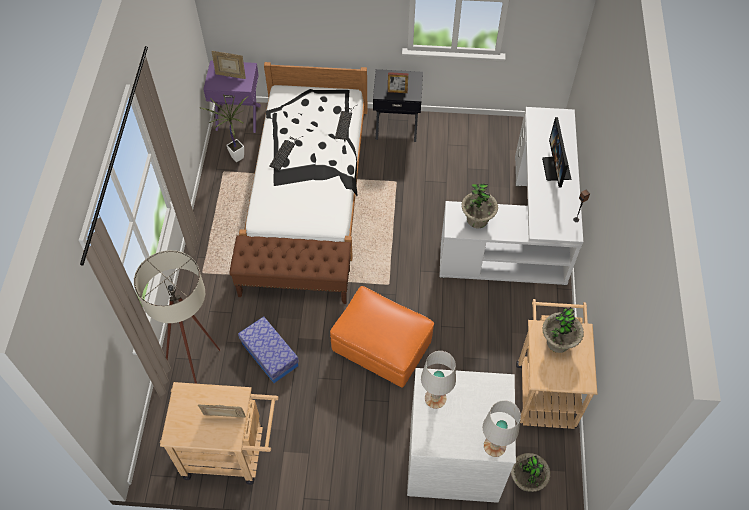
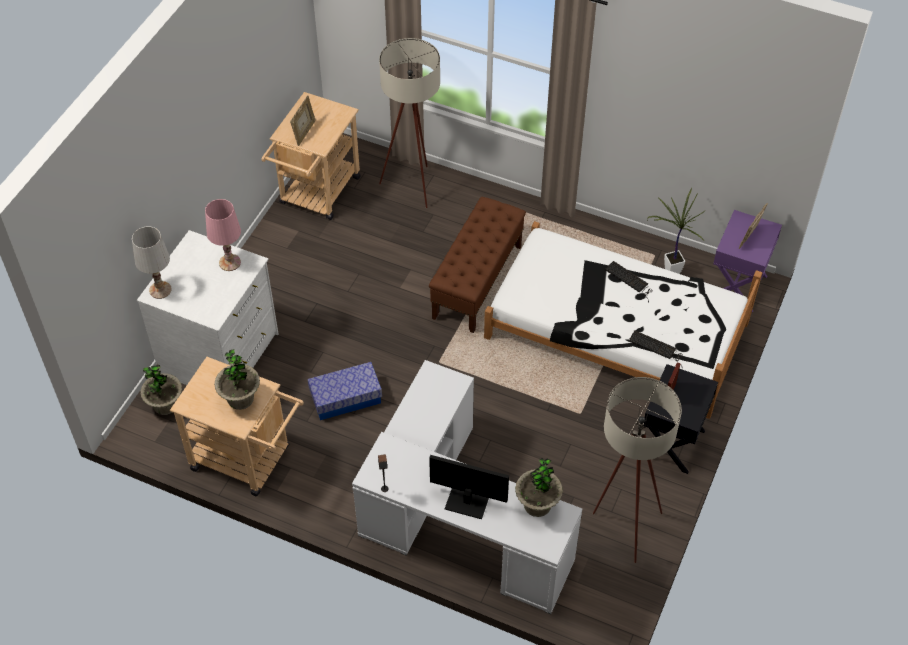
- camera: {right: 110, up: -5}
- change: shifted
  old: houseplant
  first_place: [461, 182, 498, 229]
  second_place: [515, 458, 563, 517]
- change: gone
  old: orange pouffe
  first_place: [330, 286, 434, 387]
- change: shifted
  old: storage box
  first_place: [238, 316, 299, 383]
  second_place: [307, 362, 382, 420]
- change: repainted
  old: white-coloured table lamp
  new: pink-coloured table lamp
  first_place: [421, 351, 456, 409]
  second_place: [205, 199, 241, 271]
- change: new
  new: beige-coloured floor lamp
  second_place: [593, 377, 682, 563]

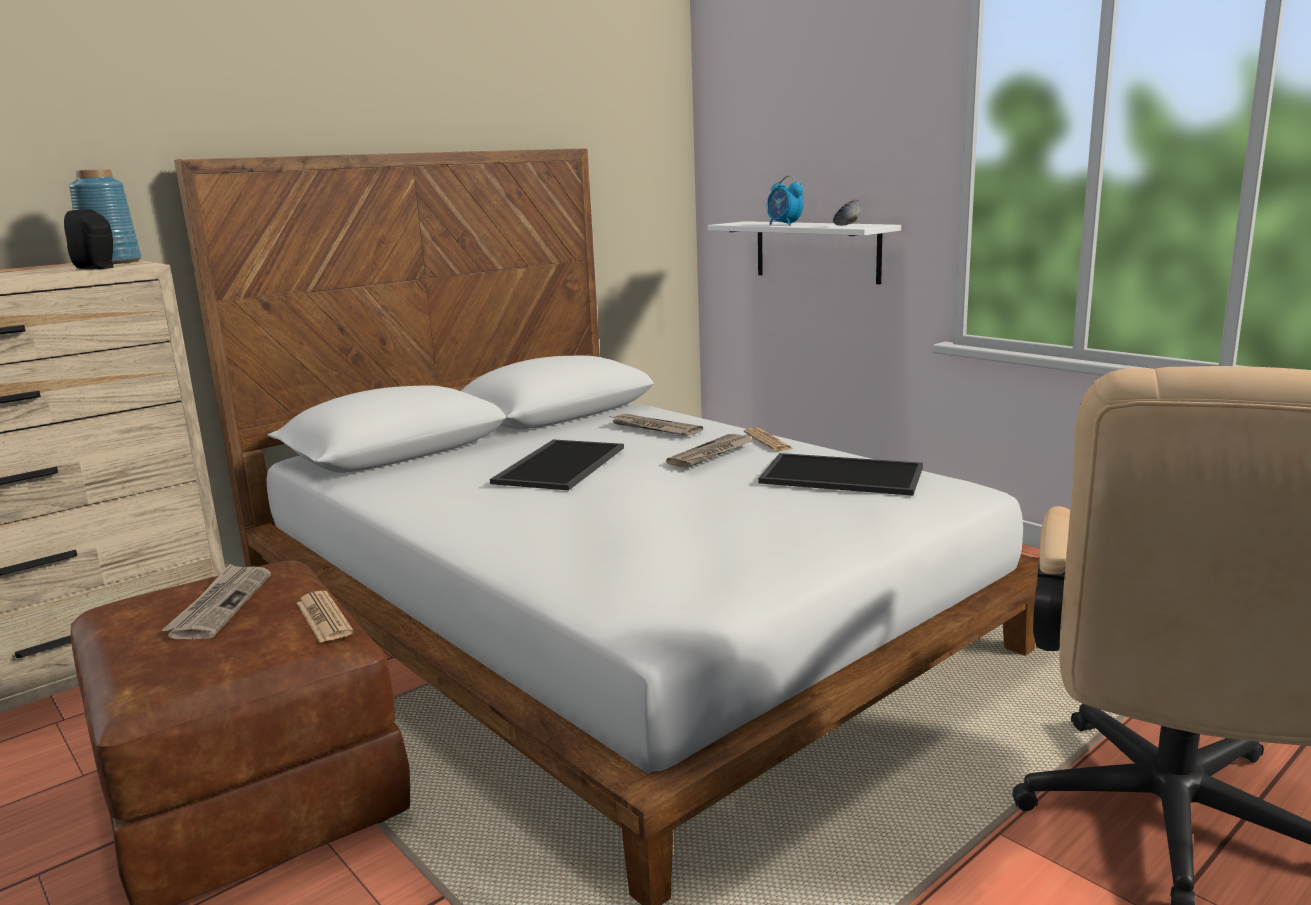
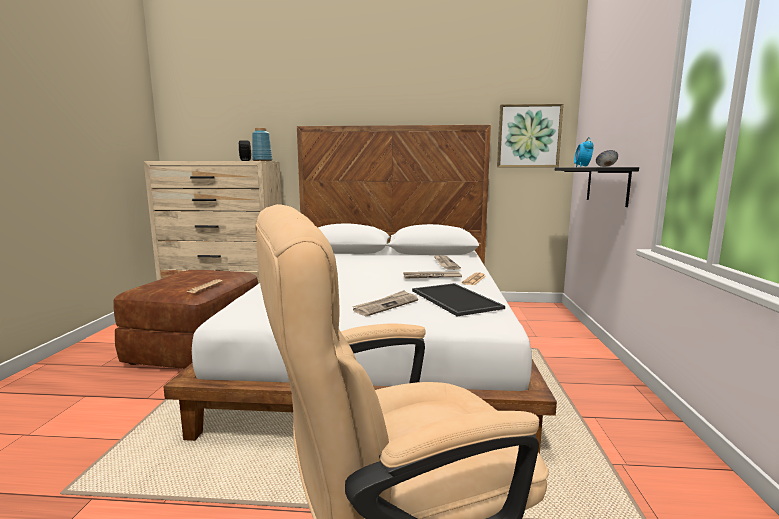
- camera: {right: 45, up: -5}
- change: repainted
  old: white-coloured shelf
  new: black shelf
  first_place: [707, 221, 901, 284]
  second_place: [555, 167, 639, 207]
- change: gone
  old: carrying tray
  first_place: [490, 439, 624, 490]
- change: shifted
  old: printed paper
  first_place: [161, 564, 271, 639]
  second_place: [352, 290, 418, 316]
- change: new
  new: wall picture
  second_place: [497, 104, 563, 167]

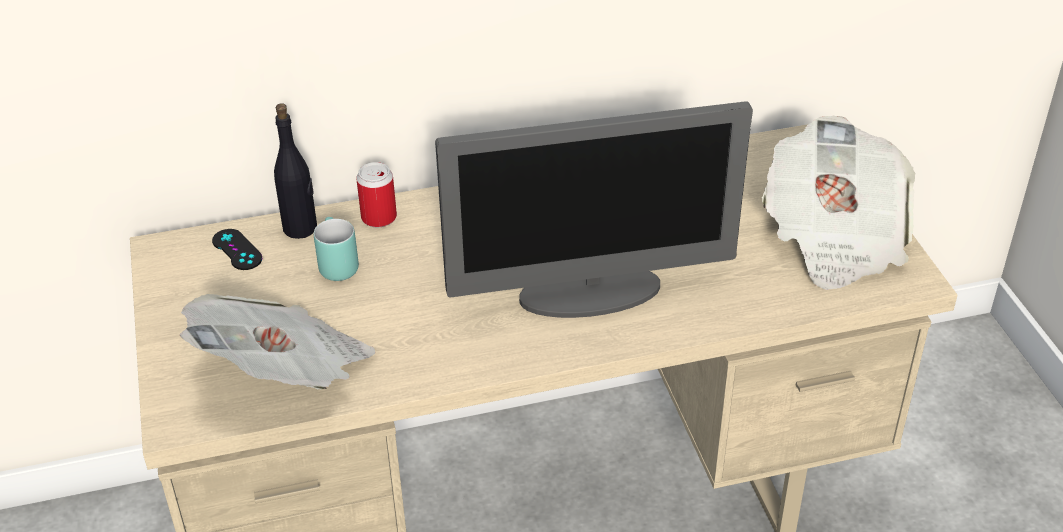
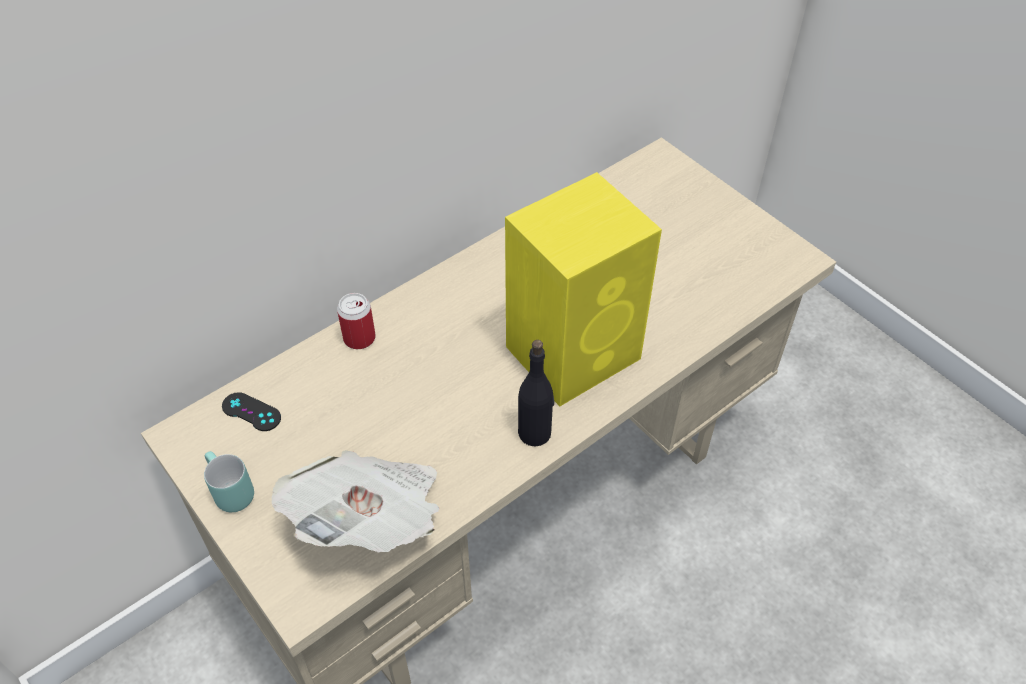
- camera: {right: -25, up: 10}
- change: swapped
  old: monitor
  new: yellow speaker
  first_place: [435, 101, 753, 318]
  second_place: [505, 172, 662, 407]
- change: shifted
  old: black beverage bottle
  first_place: [274, 103, 317, 239]
  second_place: [518, 340, 554, 447]
- change: gone
  old: printed paper
  first_place: [762, 116, 915, 290]
- change: shifted
  old: turquoise-coloured coffee mug
  first_place: [314, 217, 359, 281]
  second_place: [204, 451, 254, 512]

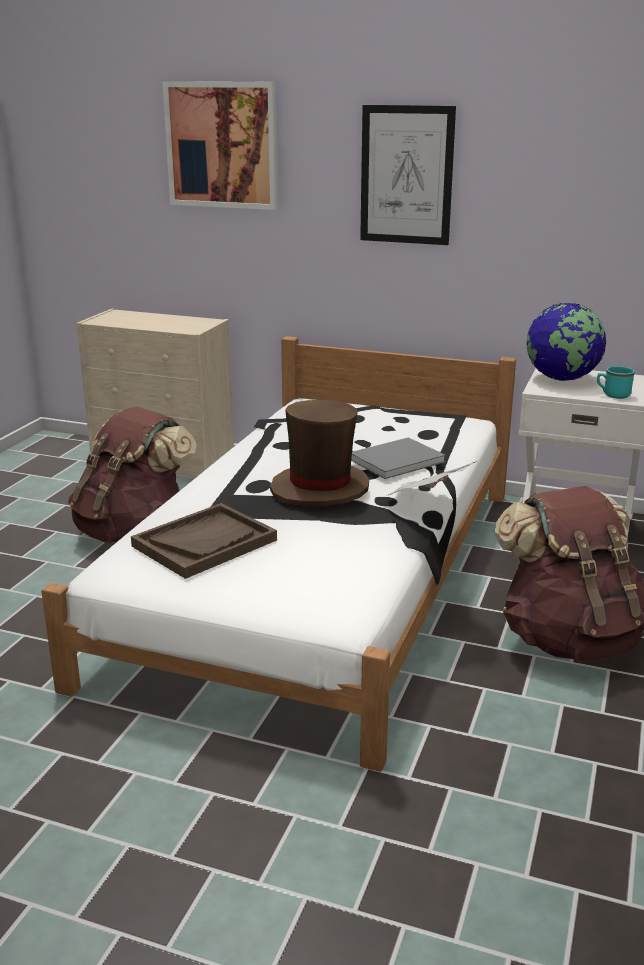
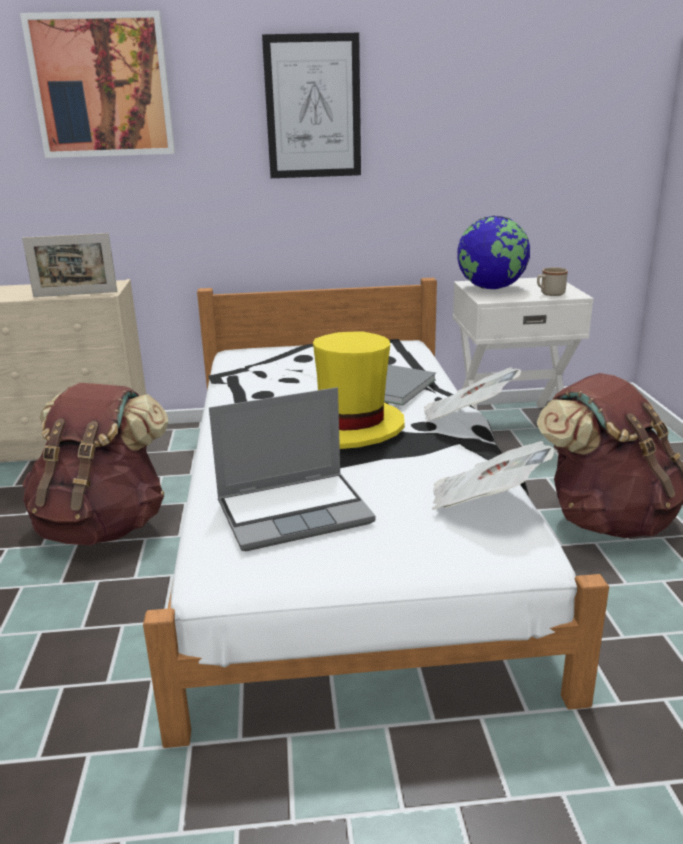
- camera: {right: -25, up: 0}
- change: repainted
  old: turquoise-coloured coffee mug
  new: beige-coloured coffee mug
  first_place: [597, 366, 635, 399]
  second_place: [537, 267, 568, 296]
- change: repainted
  old: brownish wearable hat
  new: yellow wearable hat
  first_place: [270, 400, 369, 506]
  second_place: [313, 331, 405, 449]
- change: swapped
  old: brownish carrying tray
  new: notebook computer
  first_place: [131, 503, 277, 579]
  second_place: [209, 387, 376, 551]
- change: new
  new: picture frame
  second_place: [22, 233, 117, 297]
- change: new
  new: printed paper
  second_place: [432, 441, 554, 510]

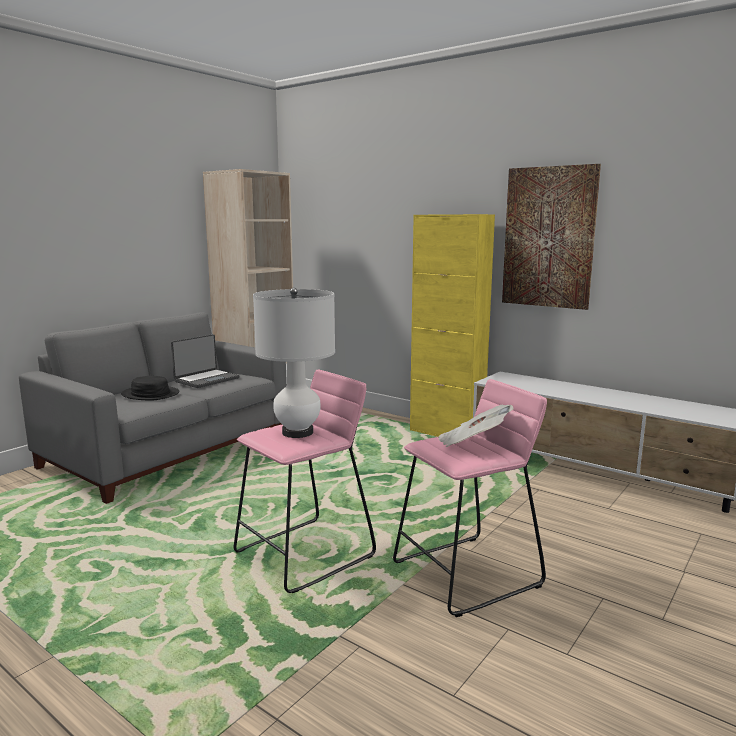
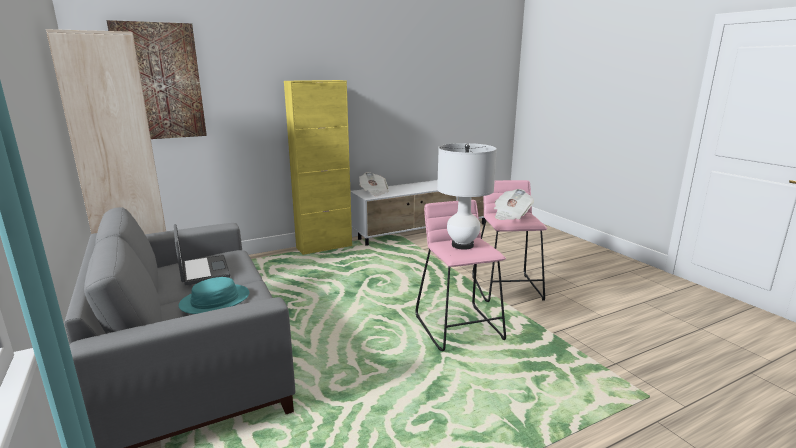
- camera: {right: -65, up: 5}
- change: shifted
  old: wall picture
  first_place: [502, 164, 601, 310]
  second_place: [107, 20, 207, 139]
- change: repainted
  old: black wearable hat
  new: turquoise-coloured wearable hat
  first_place: [121, 376, 180, 401]
  second_place: [178, 277, 249, 314]
- change: new
  new: printed paper
  second_place: [359, 172, 389, 197]

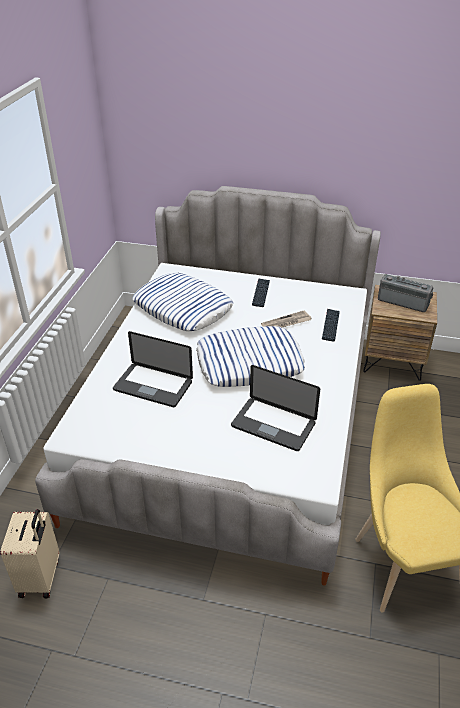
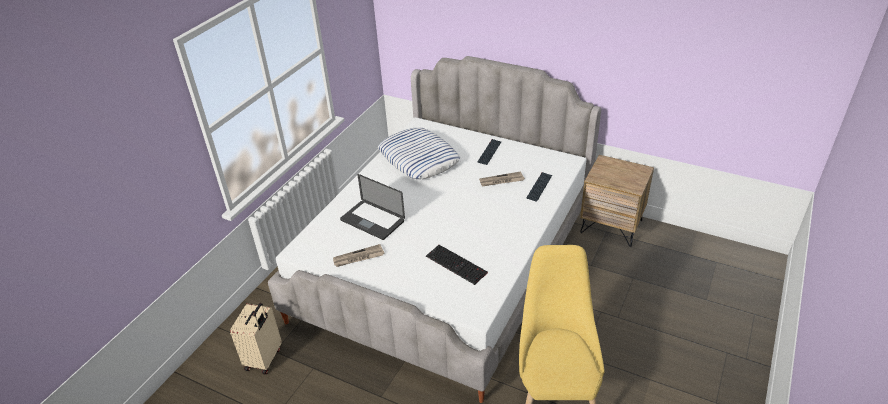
- camera: {right: 15, up: 0}
- change: gone
  old: radio set
  first_place: [378, 274, 433, 312]
- change: gone
  old: cushion
  first_place: [196, 326, 305, 387]
- change: swapped
  old: notebook computer
  new: keyboard
  first_place: [231, 365, 320, 451]
  second_place: [426, 245, 488, 285]
- change: new
  new: printed paper
  second_place: [333, 244, 385, 267]

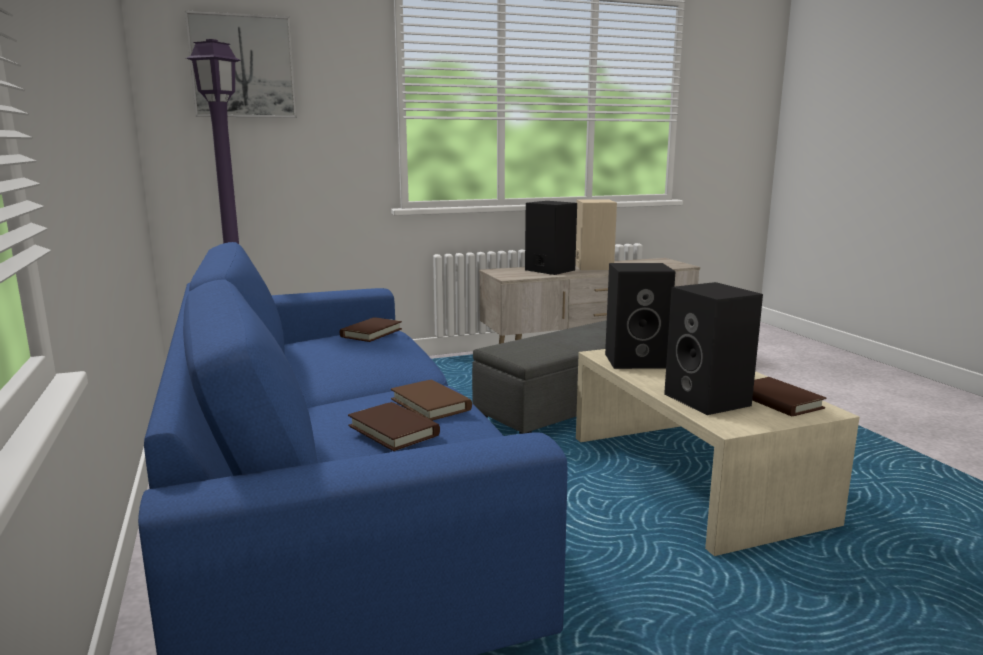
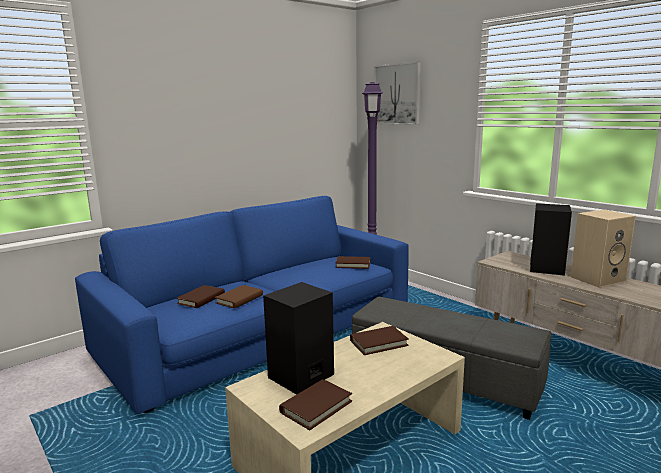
- camera: {right: 70, up: 0}
- change: swapped
  old: black speaker
  new: brownish volume
  first_place: [605, 263, 676, 369]
  second_place: [350, 326, 409, 355]

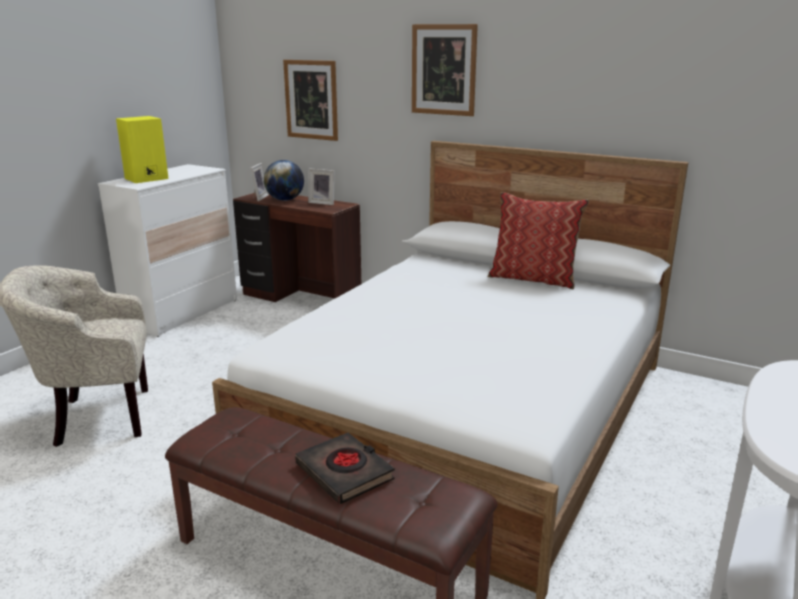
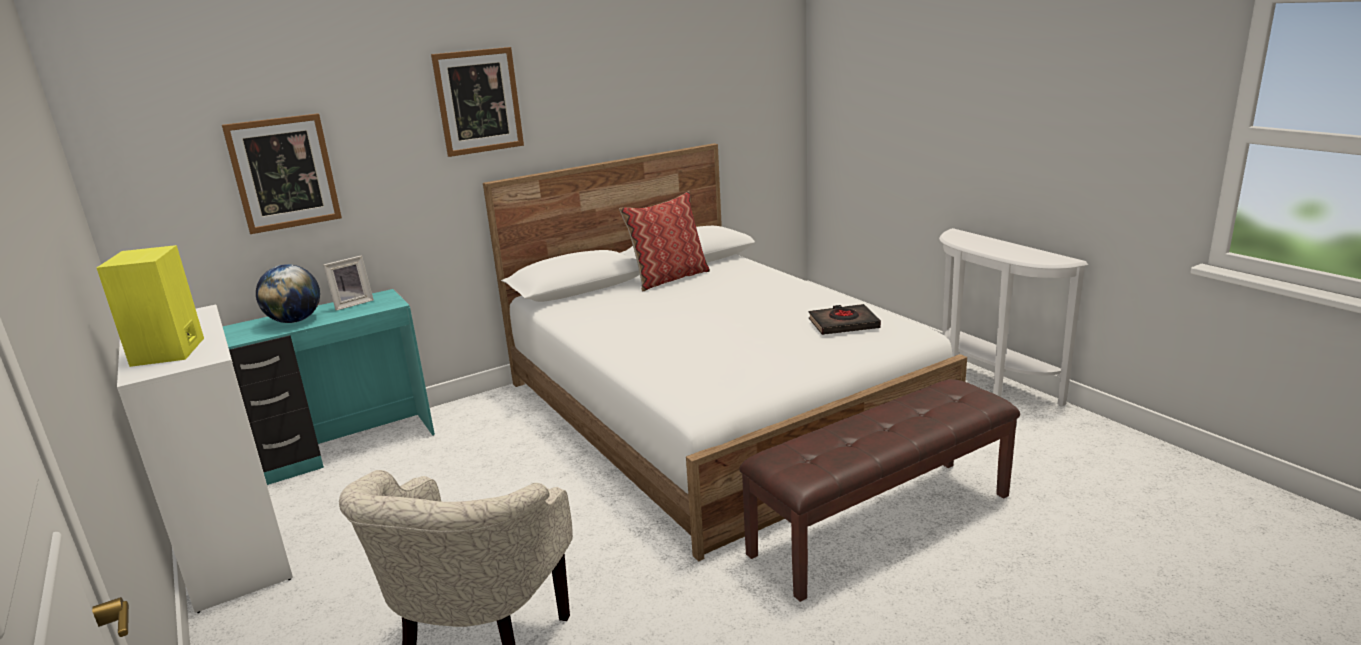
- camera: {right: -60, up: 0}
- change: gone
  old: picture frame
  first_place: [250, 163, 269, 201]
- change: repainted
  old: brownish desk table
  new: turquoise-coloured desk table
  first_place: [233, 192, 361, 302]
  second_place: [223, 289, 435, 485]
- change: shifted
  old: black volume
  first_place: [295, 433, 395, 504]
  second_place: [809, 304, 881, 335]

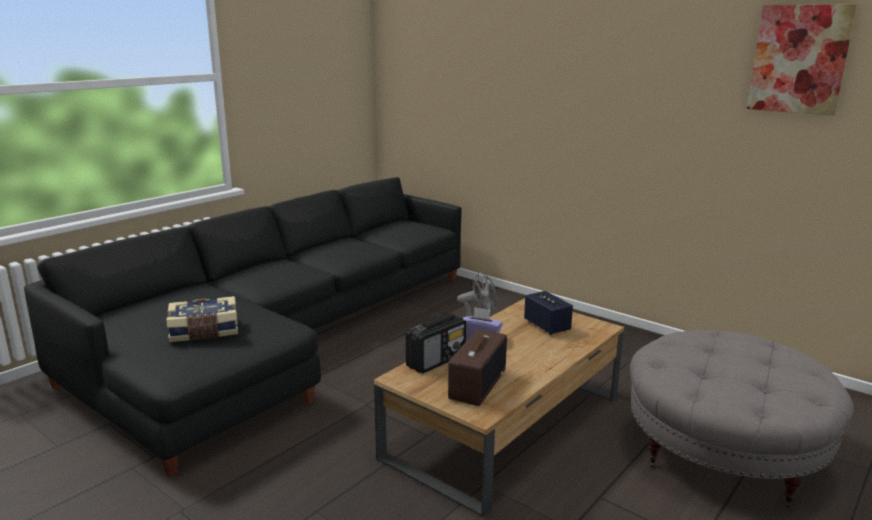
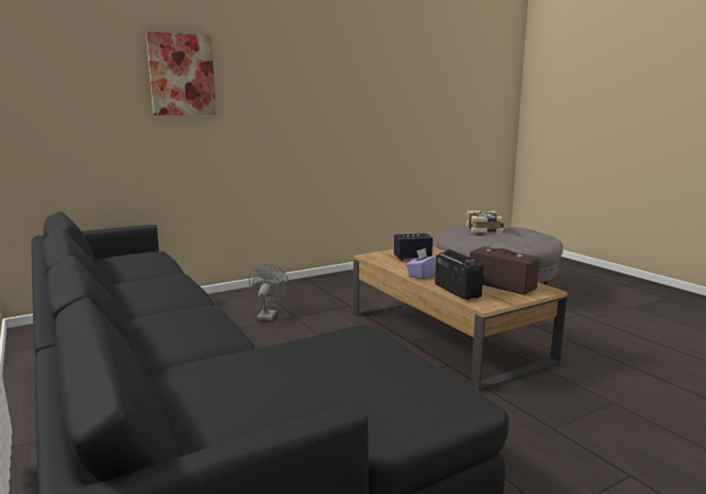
- camera: {right: -70, up: -5}
- change: shifted
  old: wall picture
  first_place: [747, 4, 857, 116]
  second_place: [146, 31, 216, 115]
- change: shifted
  old: volume
  first_place: [166, 296, 238, 342]
  second_place: [466, 211, 504, 233]

